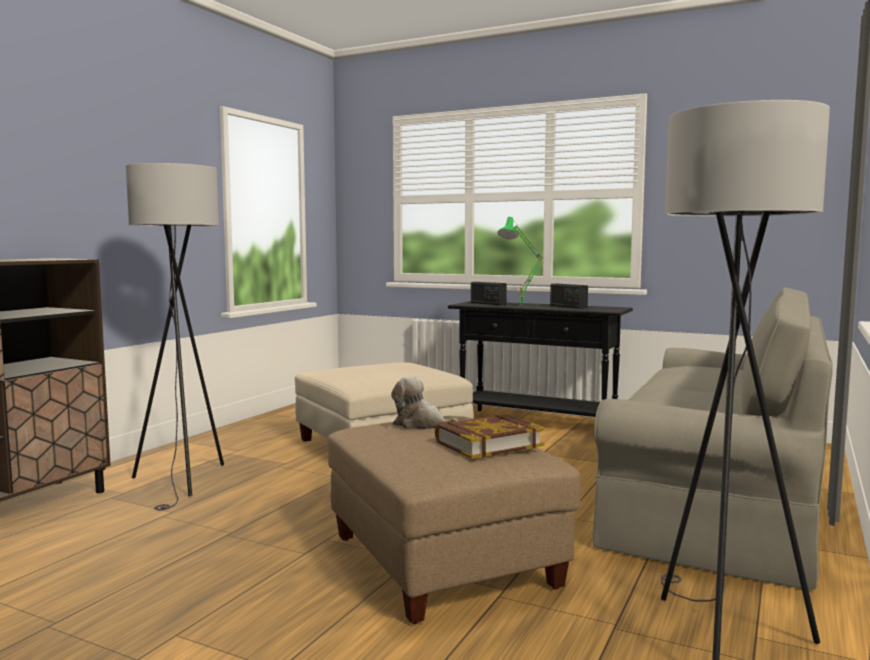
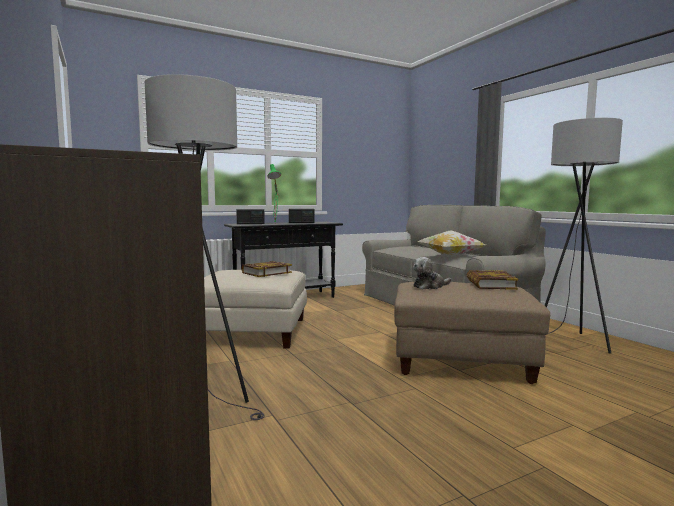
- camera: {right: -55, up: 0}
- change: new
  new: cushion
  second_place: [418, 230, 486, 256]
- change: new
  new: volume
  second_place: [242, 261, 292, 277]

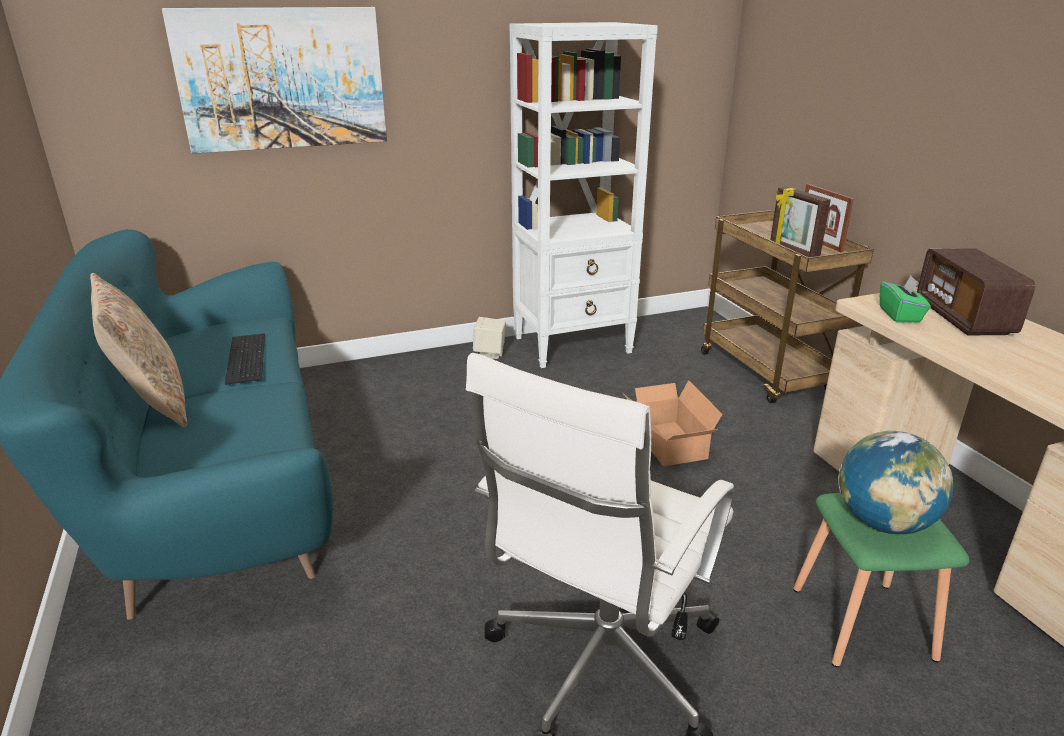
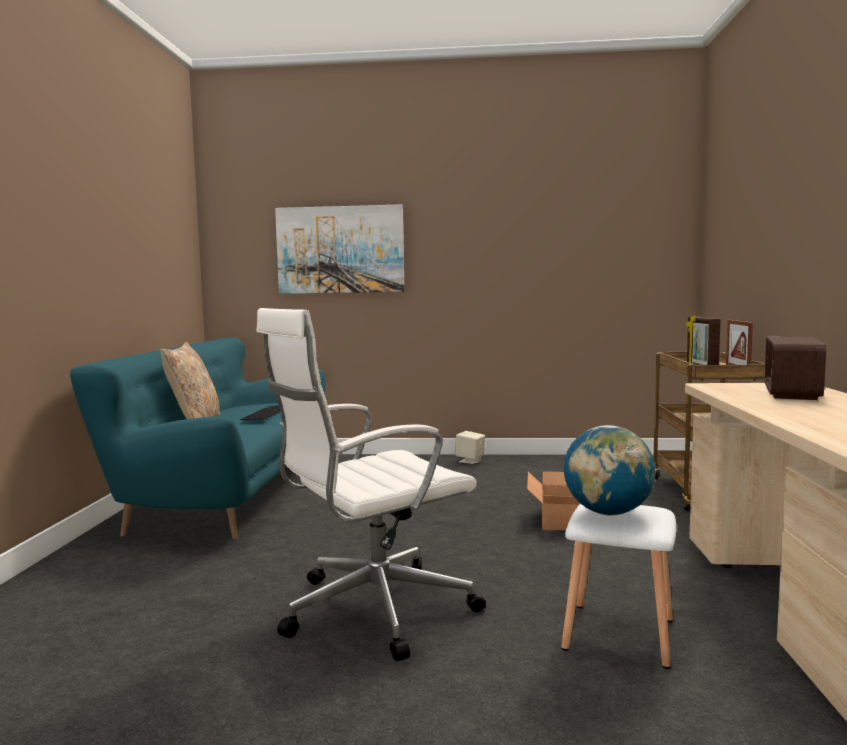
- camera: {right: 25, up: -20}
- change: gone
  old: white-coloured shelving unit
  first_place: [510, 22, 658, 368]
- change: gone
  old: green box of tissues
  first_place: [880, 276, 931, 323]
- change: repainted
  old: green sitting stool
  new: white-coloured sitting stool
  first_place: [793, 493, 970, 667]
  second_place: [561, 504, 676, 669]

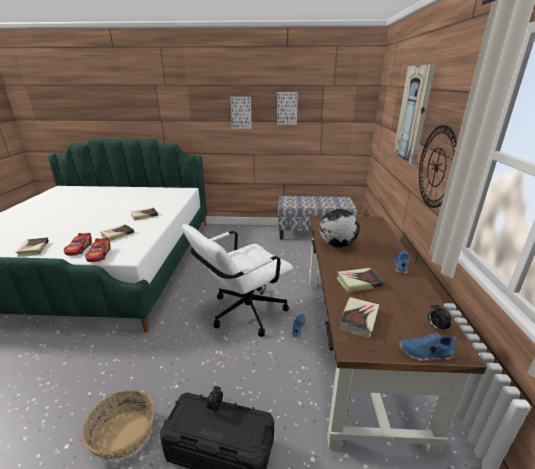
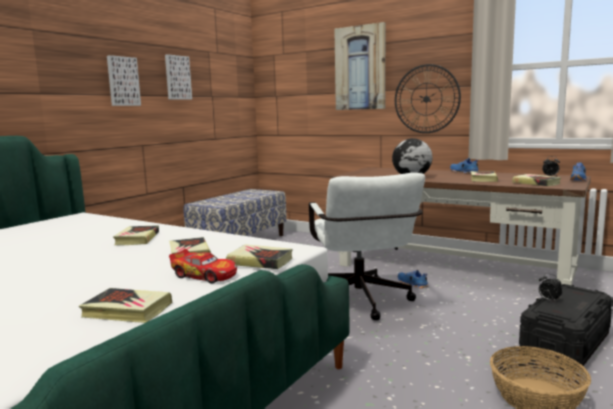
- camera: {right: -60, up: -15}
- change: swapped
  old: toy car
  new: volume
  first_place: [85, 238, 111, 262]
  second_place: [226, 244, 293, 269]

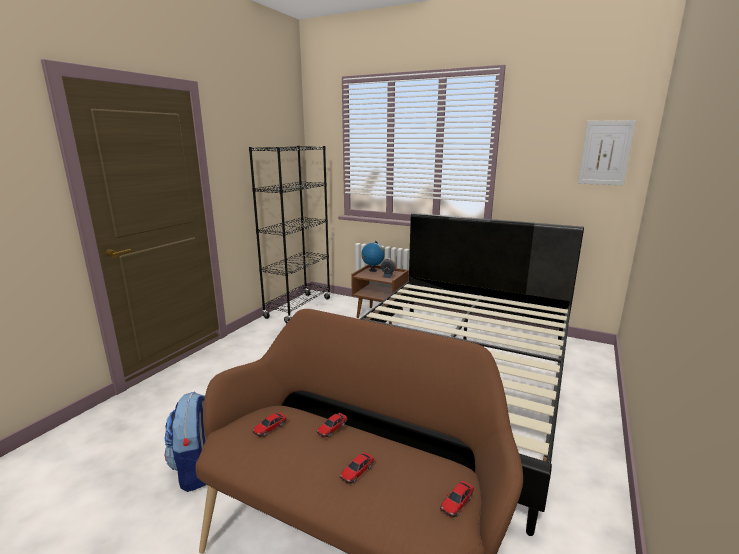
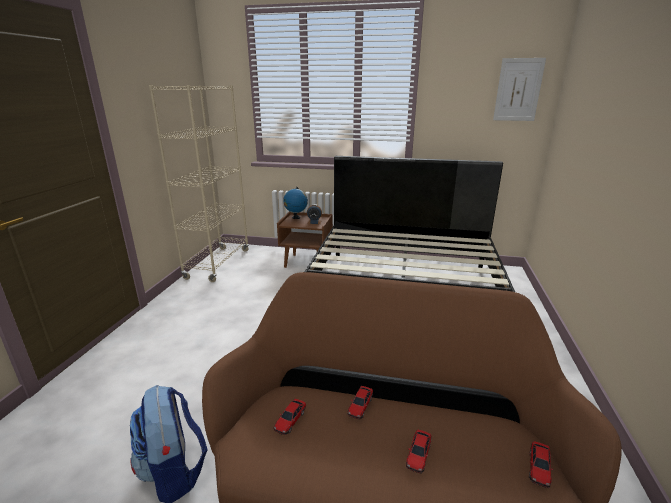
- camera: {right: -15, up: 5}
- change: repainted
  old: black shelving unit
  new: beige-coloured shelving unit
  first_place: [249, 146, 331, 323]
  second_place: [149, 85, 249, 282]

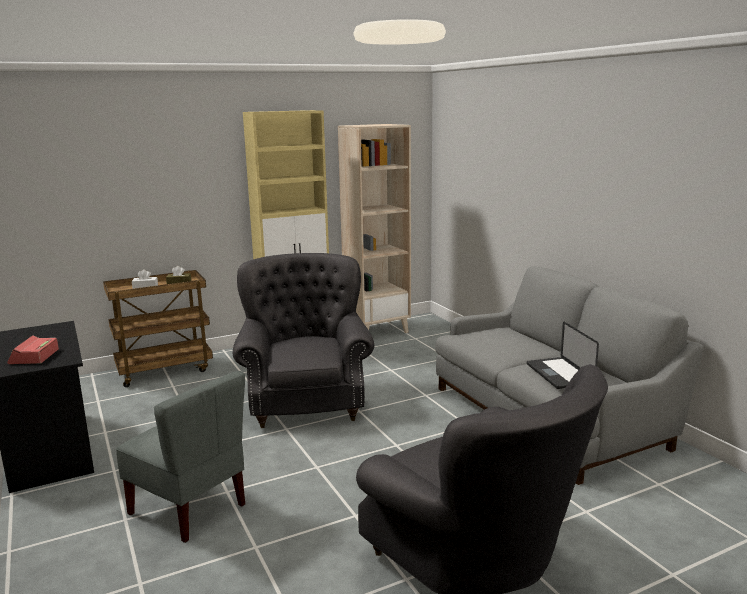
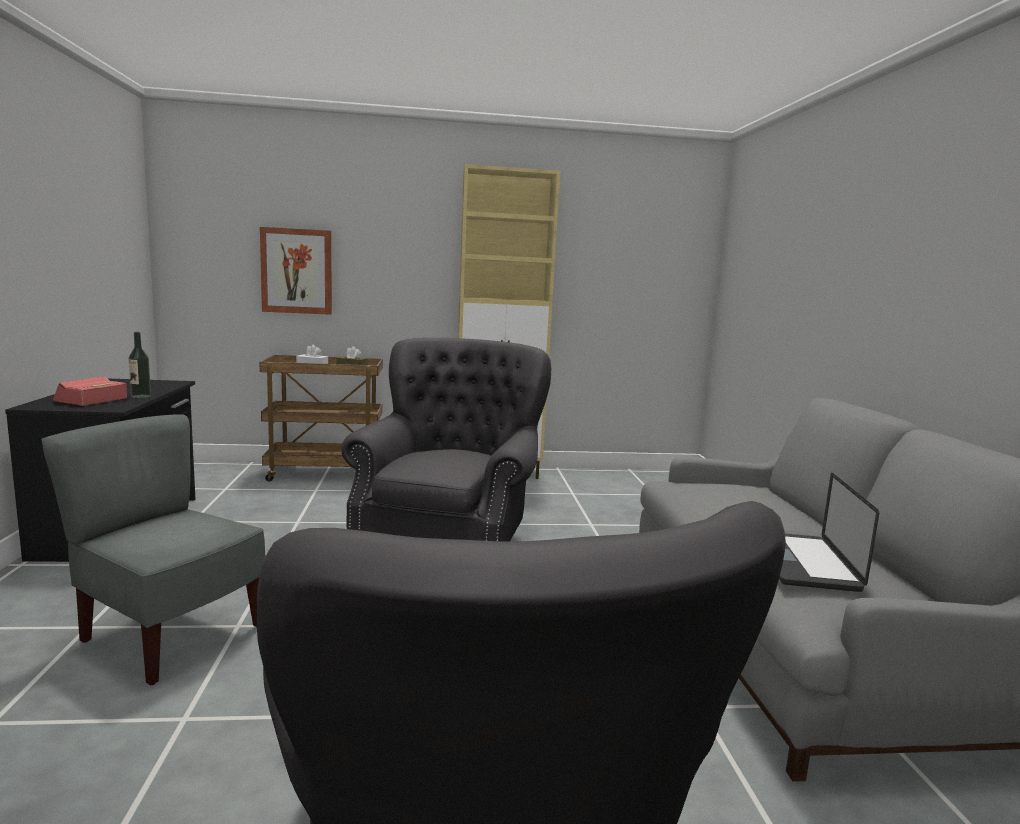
- camera: {right: 20, up: -5}
- change: gone
  old: beige-coloured shelving unit
  first_place: [338, 124, 411, 333]
- change: rotated
  old: gray upright chair
  first_place: [116, 371, 245, 543]
  second_place: [41, 414, 265, 685]
  degrees: 150
- change: new
  new: wall picture
  second_place: [260, 227, 332, 315]
- change: new
  new: beverage bottle
  second_place: [129, 332, 151, 398]

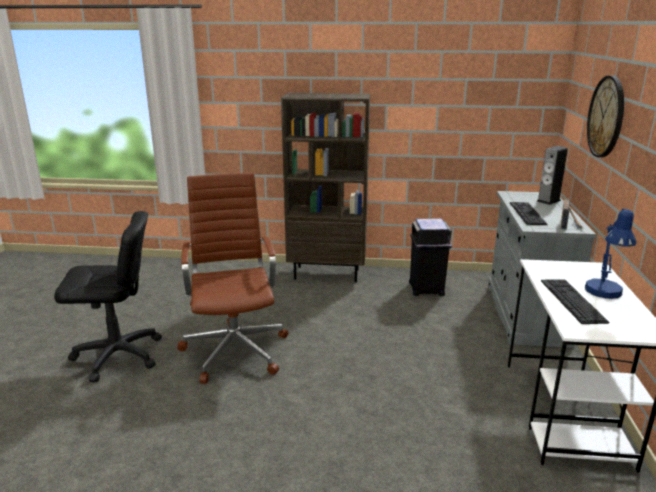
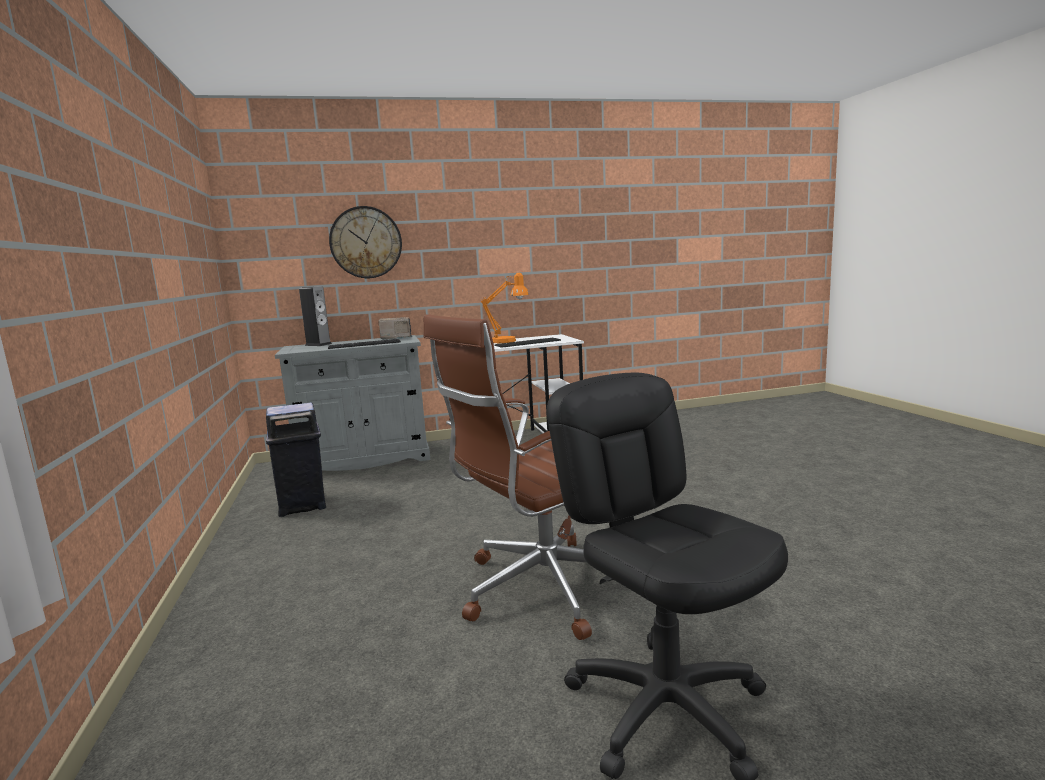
- camera: {right: -110, up: -10}
- change: gone
  old: brownish shelving unit
  first_place: [281, 93, 370, 282]
- change: repainted
  old: blue-coloured table lamp
  new: orange table lamp
  first_place: [585, 209, 636, 299]
  second_place: [481, 273, 529, 343]

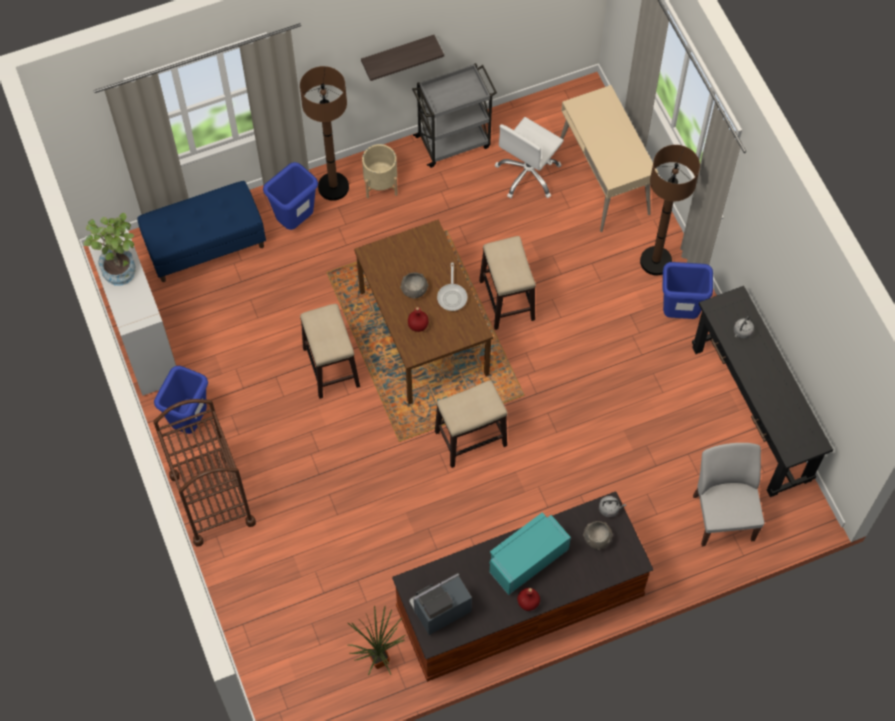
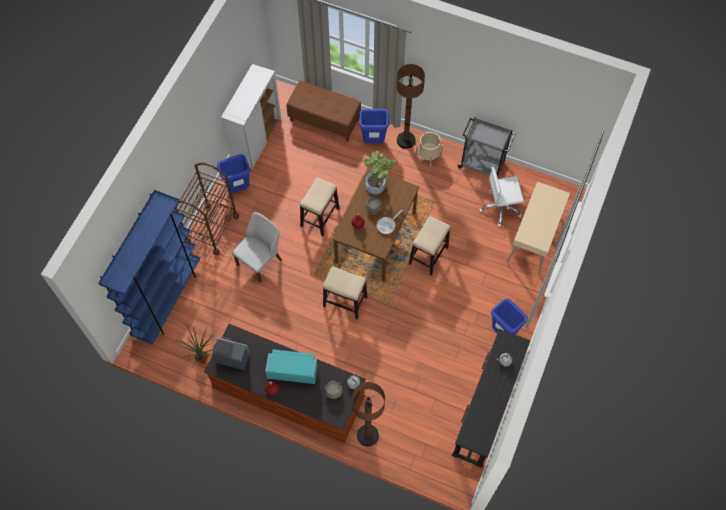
- camera: {right: 45, up: 0}
- change: gone
  old: shelf
  first_place: [361, 35, 444, 81]
- change: shifted
  old: brownish floor lamp
  first_place: [640, 145, 700, 275]
  second_place: [352, 382, 385, 446]
- change: repainted
  old: blue-coloured long seat
  new: brownish long seat
  first_place: [137, 181, 266, 282]
  second_place: [287, 81, 361, 141]
- change: shifted
  old: houseplant
  first_place: [84, 213, 136, 286]
  second_place: [362, 151, 396, 194]
- change: shifted
  old: white-coloured upright chair
  first_place: [693, 443, 764, 546]
  second_place: [232, 212, 282, 283]
- change: new
  new: blue-coloured shelving unit
  second_place: [98, 190, 200, 345]

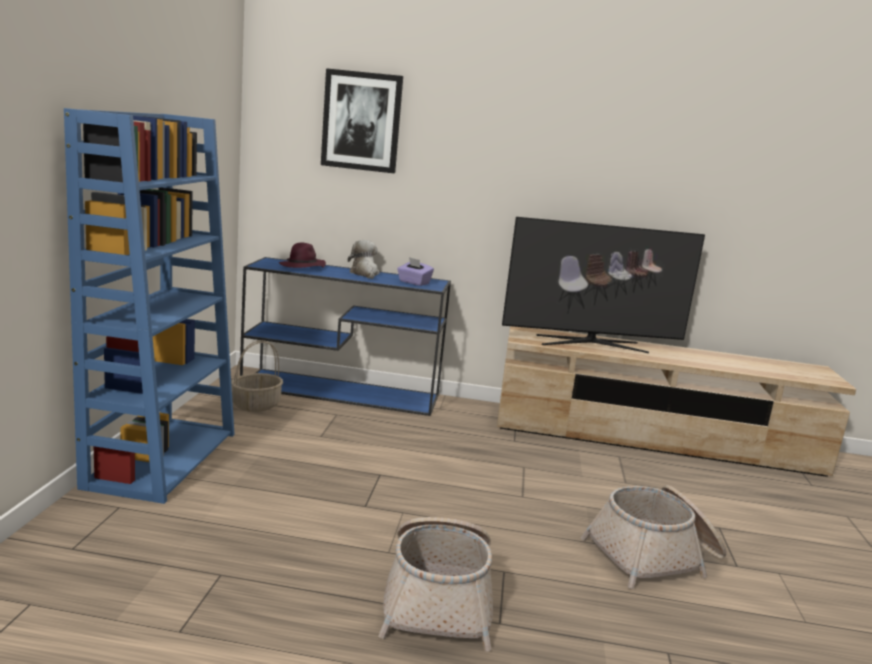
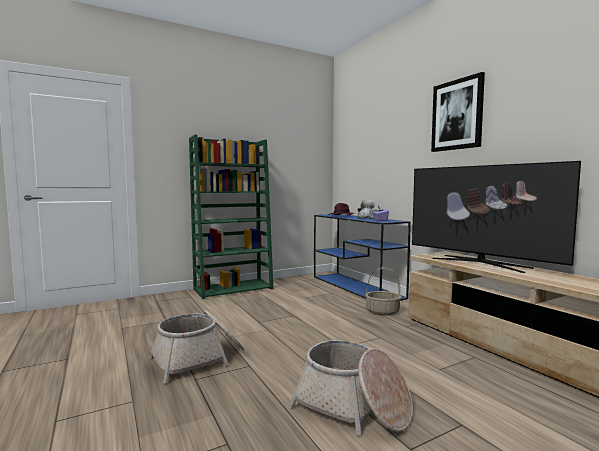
- camera: {right: 55, up: -10}
- change: shifted
  old: wall picture
  first_place: [321, 68, 403, 173]
  second_place: [431, 72, 485, 152]
- change: repainted
  old: blue-coloured shelving unit
  new: green shelving unit
  first_place: [64, 108, 235, 504]
  second_place: [189, 135, 273, 299]
- change: shifted
  old: storage basket
  first_place: [231, 340, 283, 412]
  second_place: [365, 267, 401, 316]

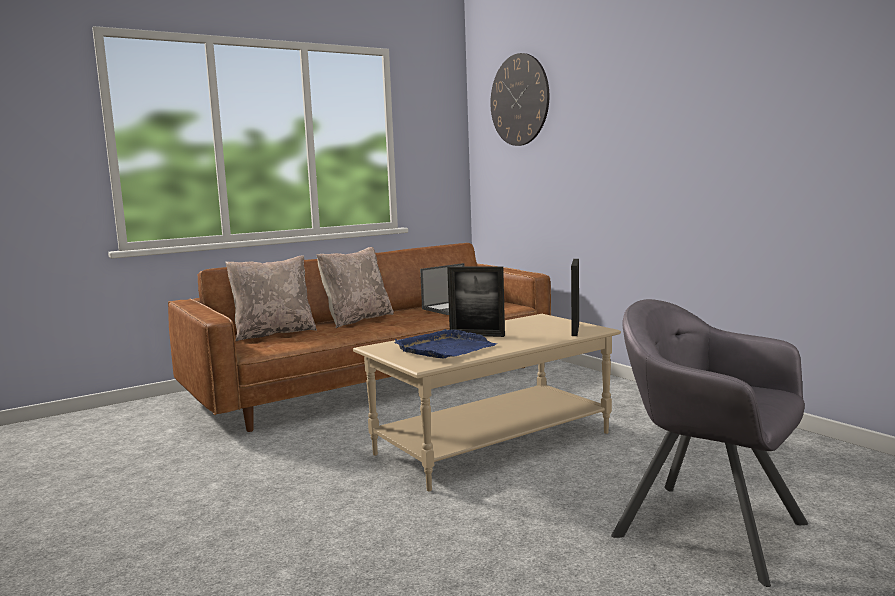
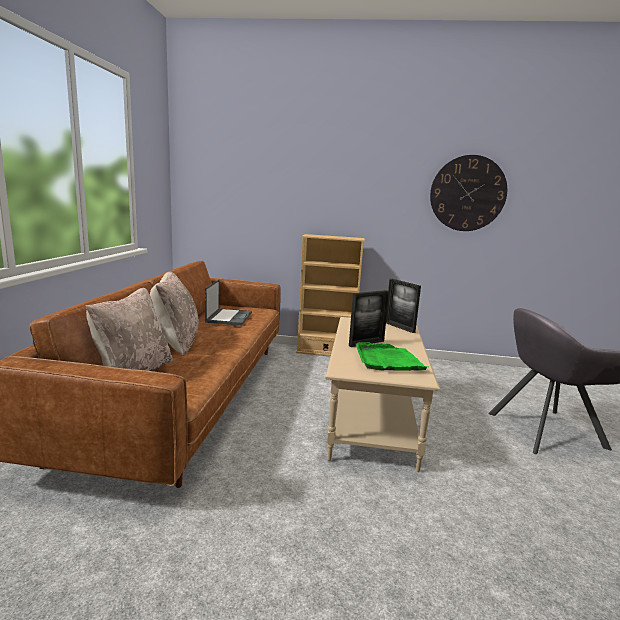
- camera: {right: -50, up: 5}
- change: shifted
  old: clock on the wall
  first_place: [490, 53, 549, 146]
  second_place: [430, 155, 507, 231]
- change: repainted
  old: blue-coloured carrying tray
  new: green carrying tray
  first_place: [395, 329, 497, 359]
  second_place: [356, 342, 428, 371]
- change: new
  new: beige-coloured shelving unit
  second_place: [296, 234, 365, 357]

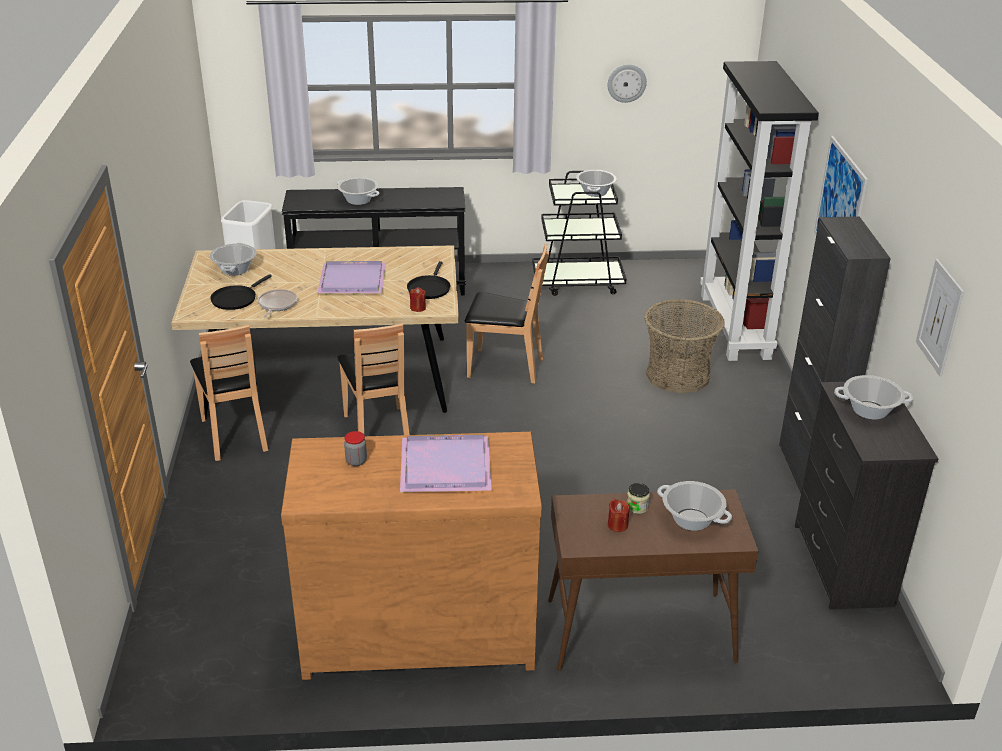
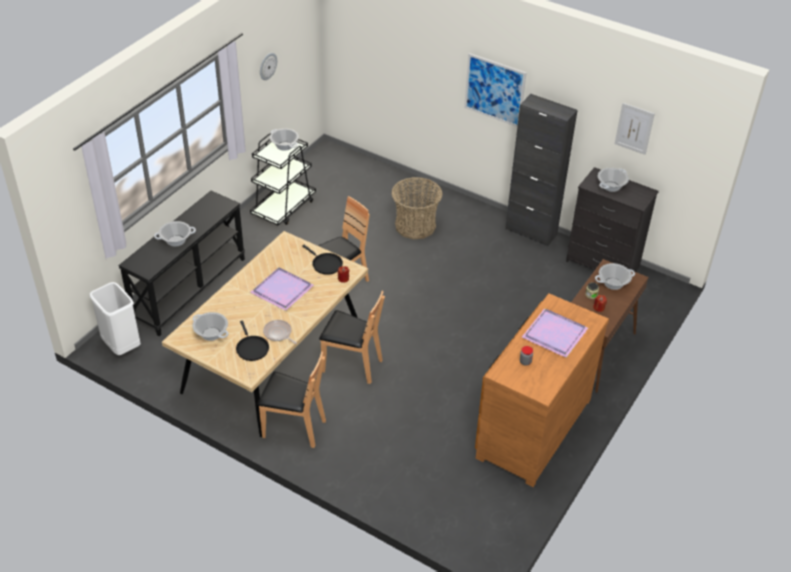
- camera: {right: -55, up: 10}
- change: gone
  old: black shelving unit
  first_place: [700, 61, 819, 361]

